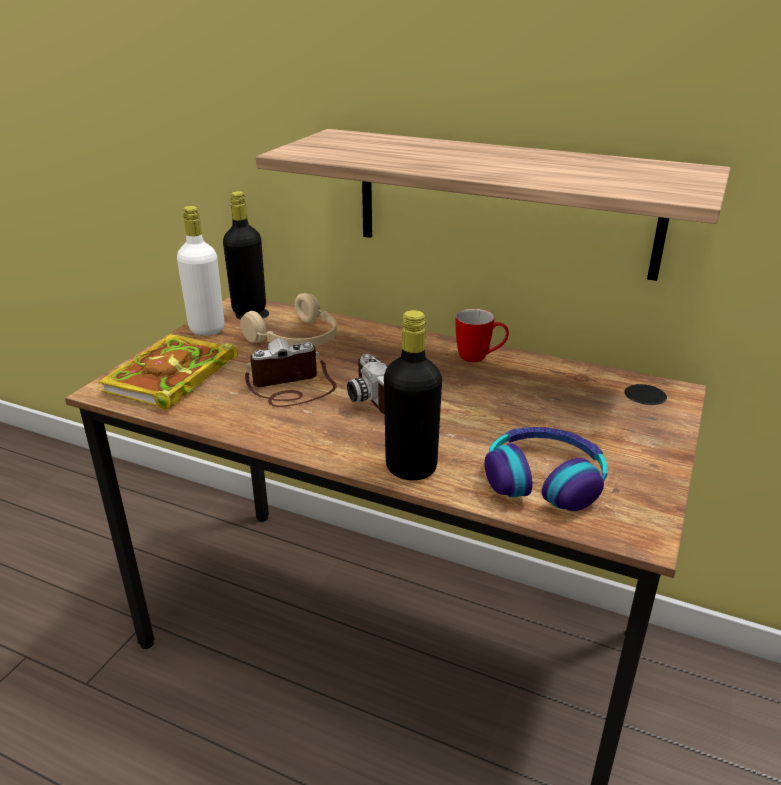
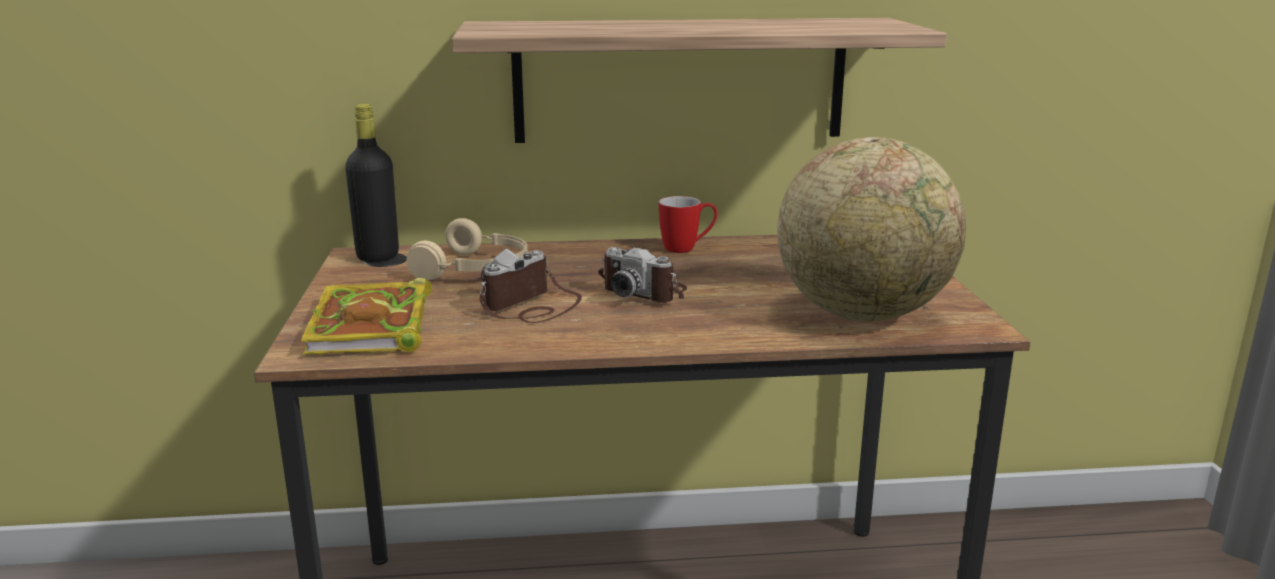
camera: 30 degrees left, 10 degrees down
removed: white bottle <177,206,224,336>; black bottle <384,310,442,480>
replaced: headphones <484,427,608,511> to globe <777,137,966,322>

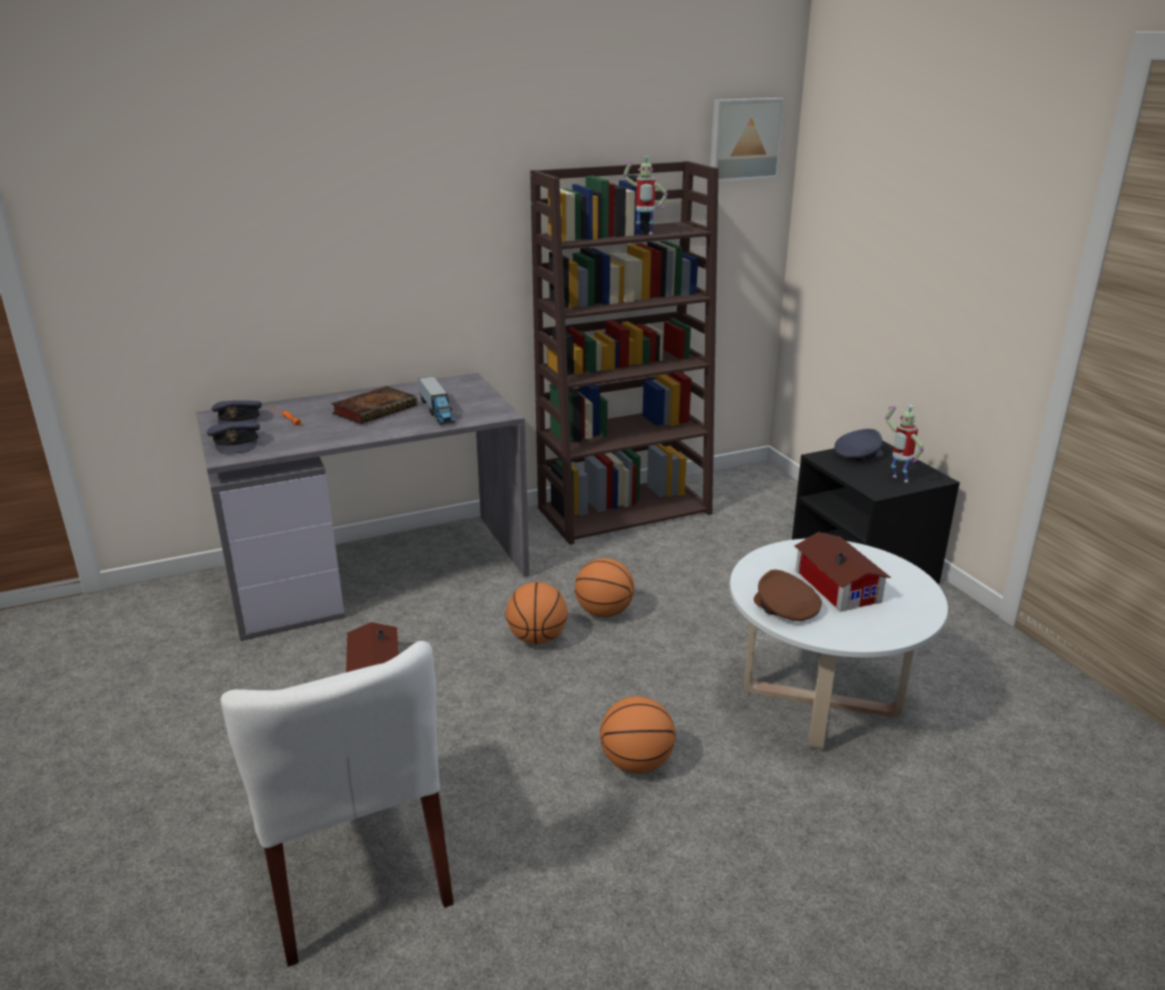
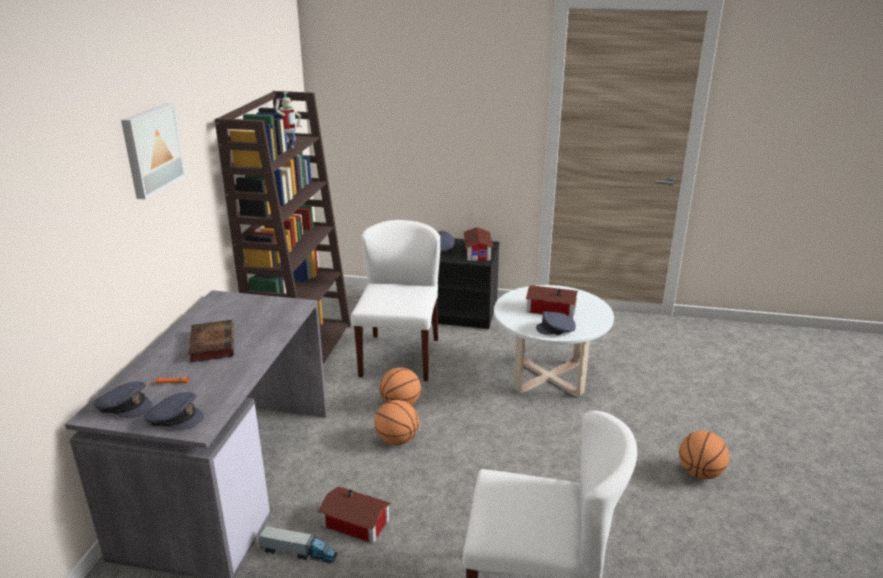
camera: 55 degrees left, 0 degrees up
added: white chair <351,220,440,382>
moved: picture <710,98,785,182> to <121,103,186,199>; toy truck <418,376,455,425> to <258,526,338,563>; basketball <600,696,676,774> to <679,431,729,479>
replaced: toy robot <885,405,924,482> to toy house <464,227,493,261>
recoloured: brown cap <754,570,822,621> to grey cap <536,311,576,335>

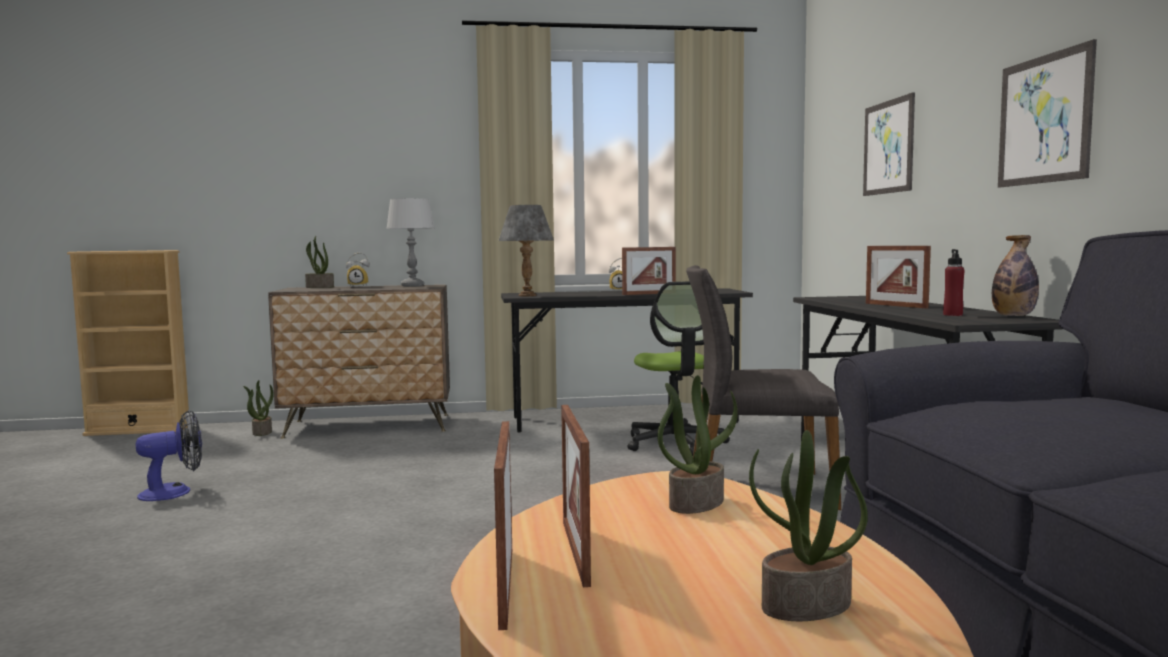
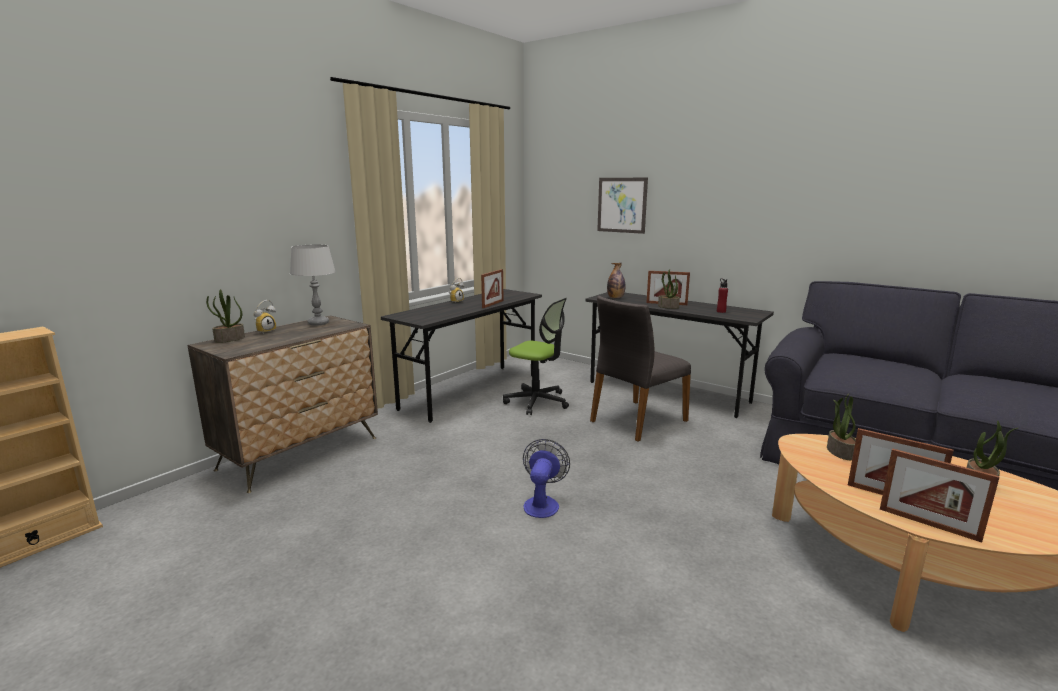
camera: 45 degrees left, 10 degrees up
removed: picture <998,39,1097,187>; grey table lamp <498,205,554,296>
moved: bottle <992,235,1039,316> to <607,263,625,298>; potted plant <243,380,274,436> to <658,269,680,309>; fan <135,410,202,501> to <523,439,570,518>

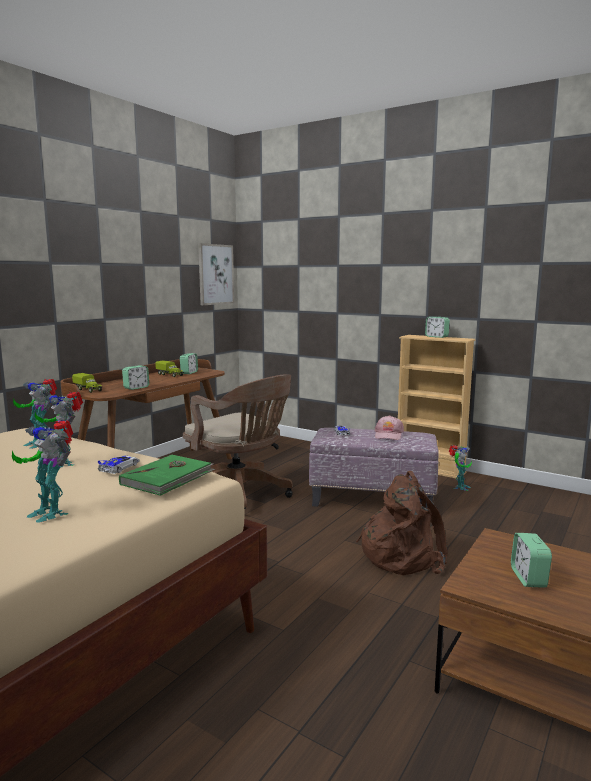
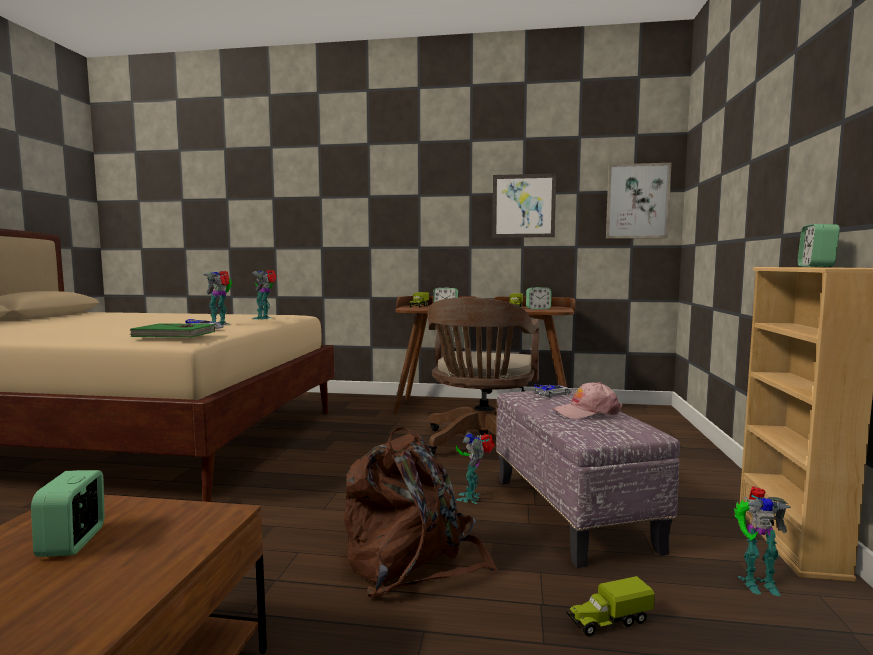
camera: 65 degrees right, 5 degrees down
added: picture <492,173,556,238>; toy truck <566,576,655,636>
moved: toy robot <12,420,73,523> to <456,432,495,504>
turned: alarm clock <511,533,552,588> = <31,470,105,557> 75 degrees counterclockwise

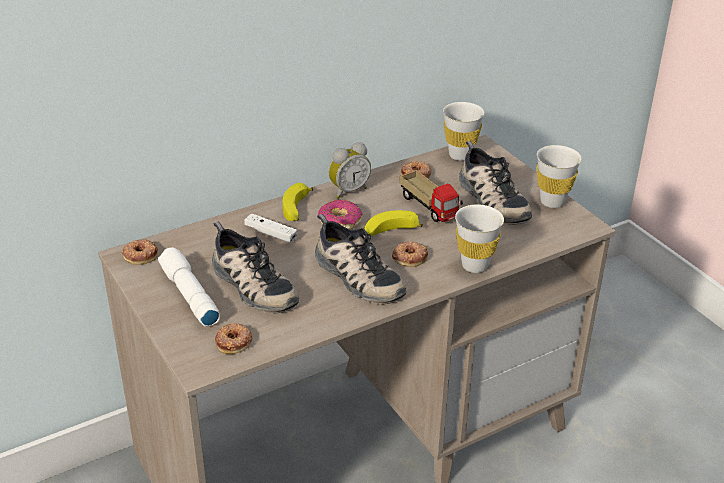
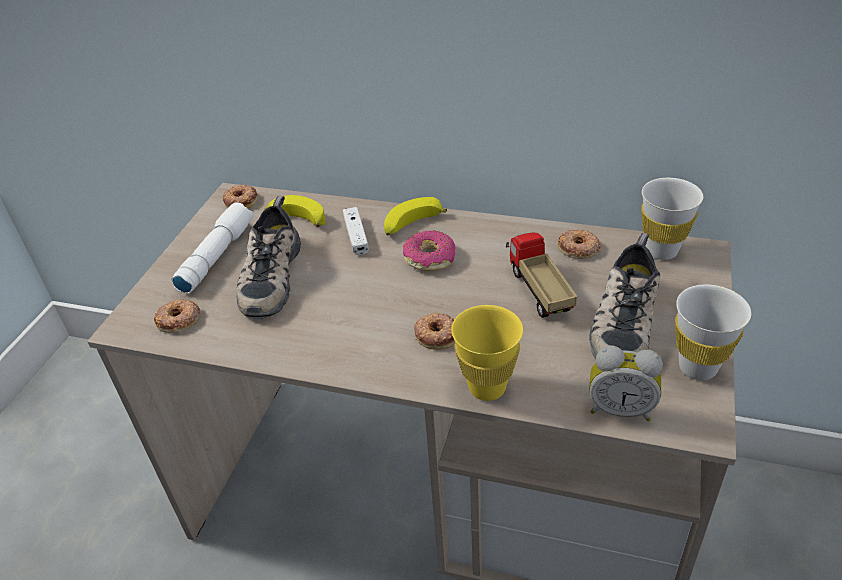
camera: 50 degrees right, 5 degrees up
removed: shoe <315,214,406,304>
moved: alarm clock <328,142,371,199> to <589,345,663,421>; banana <365,210,423,236> to <264,195,326,227>
recoloured: white cup <455,204,504,273> to yellow cup <451,305,523,401>
turned: toy truck <399,170,463,222> = <506,232,577,318> 150 degrees clockwise

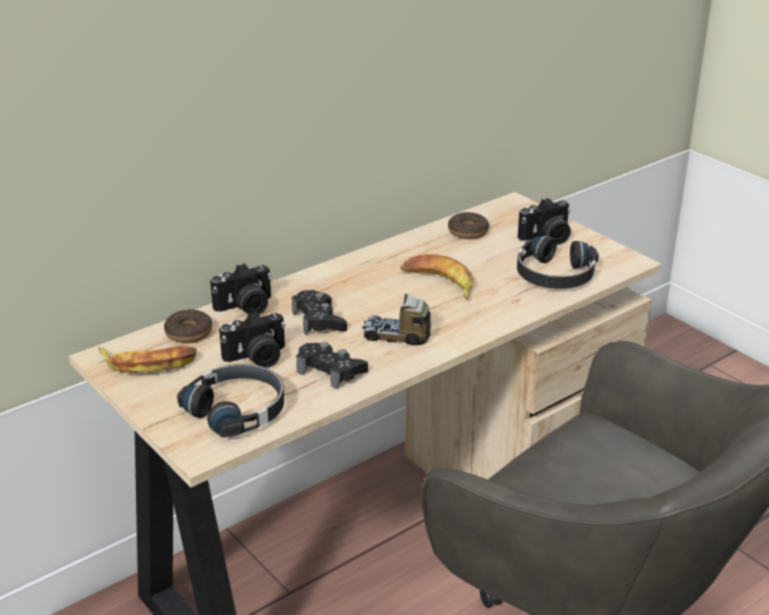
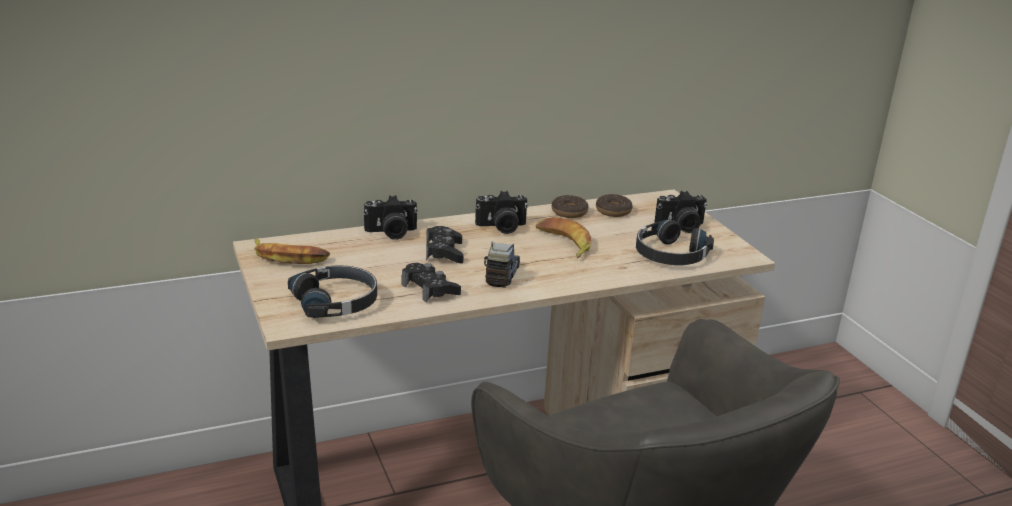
camera: 15 degrees right, 5 degrees down
moved: donut <164,309,212,343> to <552,195,589,218>; photo camera <219,311,286,368> to <475,191,528,234>
turned: toy truck <362,293,431,345> = <484,241,520,288> 75 degrees clockwise

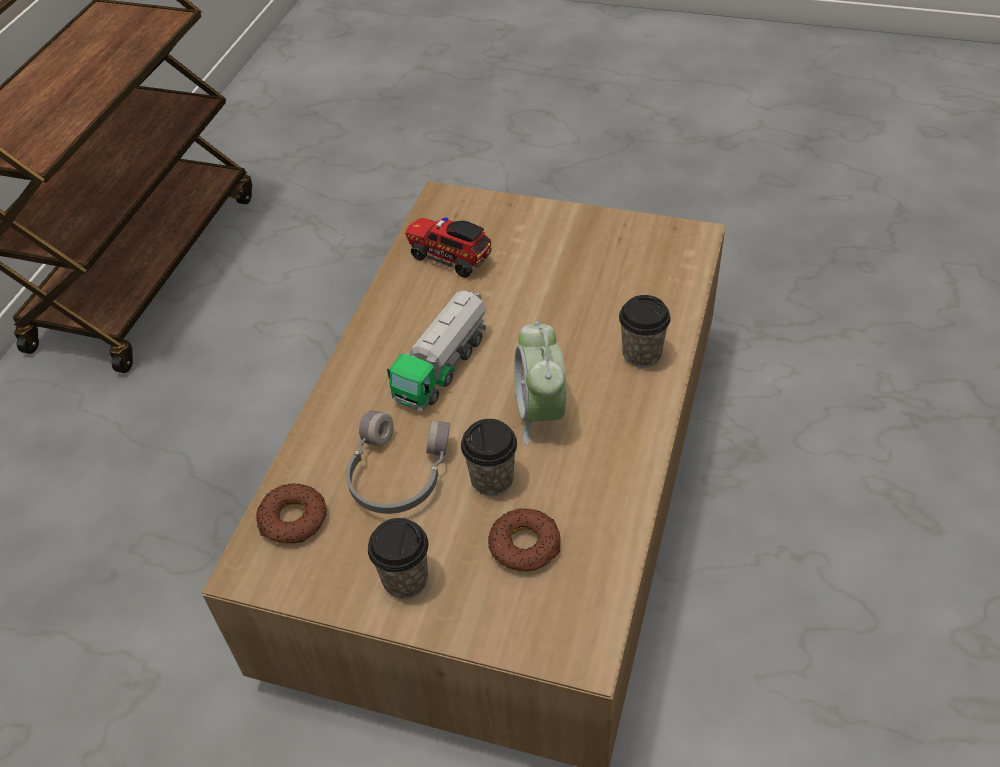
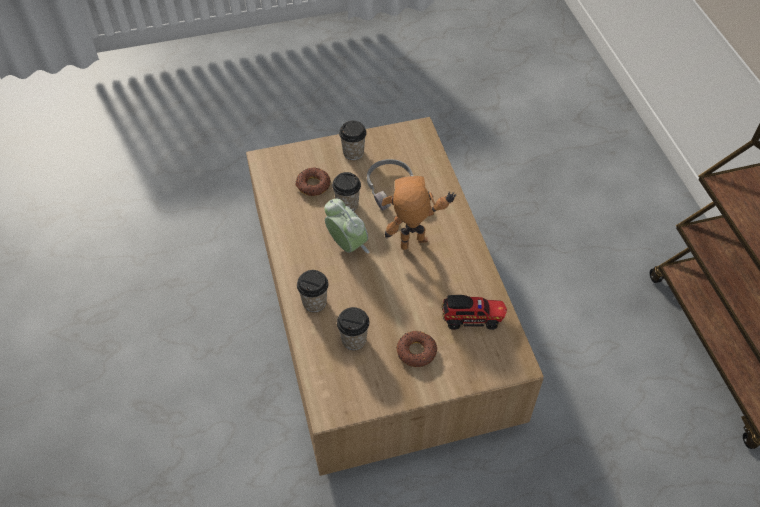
camera: 145 degrees right, 5 degrees up
added: cup <337,307,370,350>
moved: donut <256,483,327,544> to <396,331,437,367>
replaced: toy truck <387,290,486,411> to toy robot <382,176,457,250>

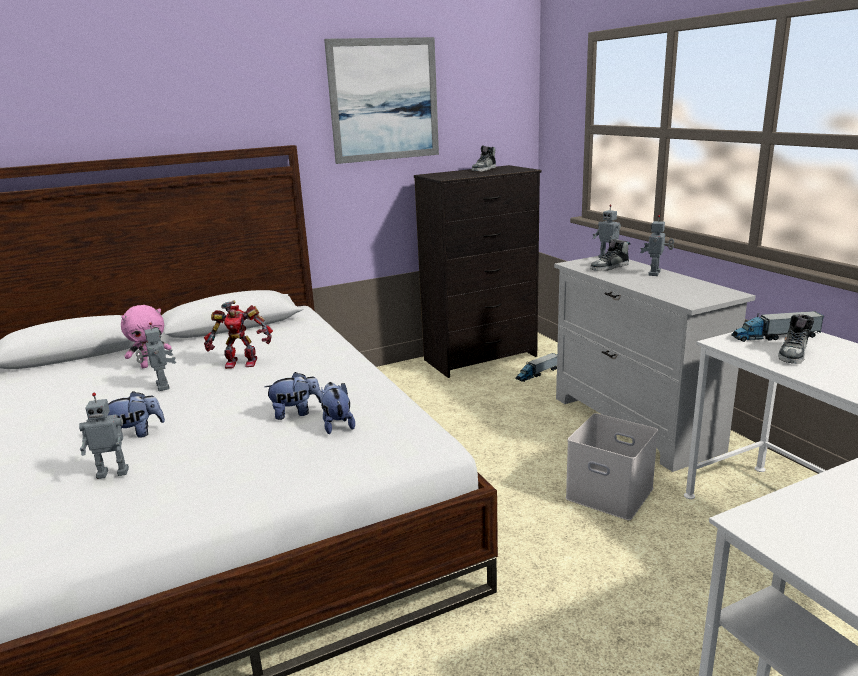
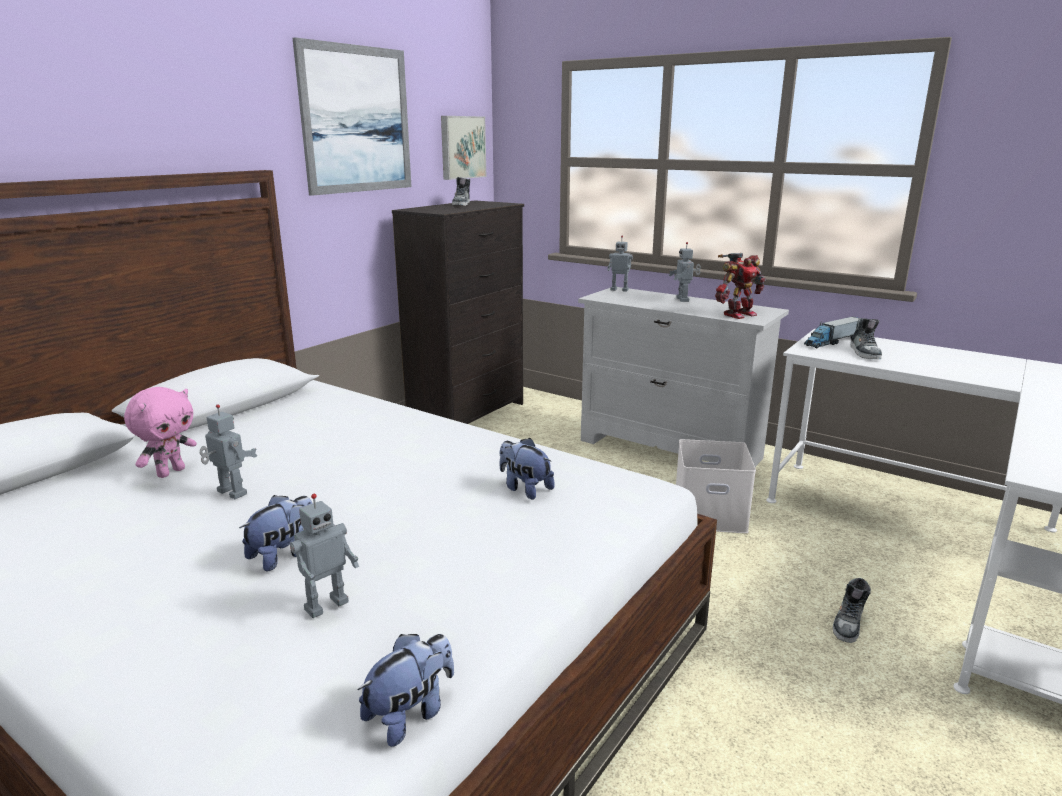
camera: 30 degrees left, 0 degrees up
removed: toy truck <516,353,557,382>
added: picture <441,116,486,180>
moved: shoe <590,239,630,271> to <833,578,871,643>; toy robot <204,300,273,369> to <715,253,766,319>; plush toy <264,372,322,420> to <358,634,454,747>

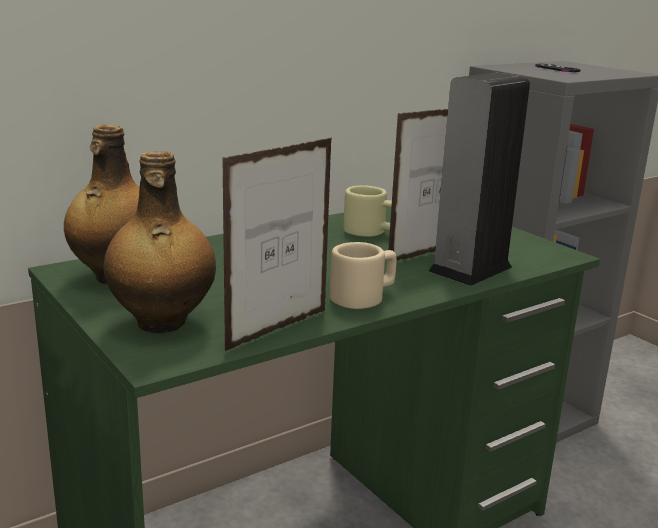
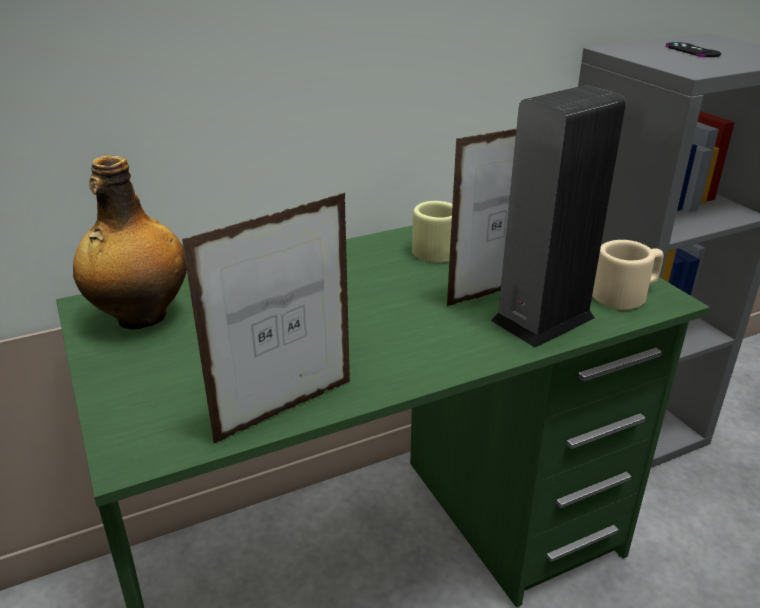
camera: 10 degrees right, 10 degrees up
removed: bottle <103,152,216,334>
moved: beige mug <330,242,396,309> to <592,240,663,310>

